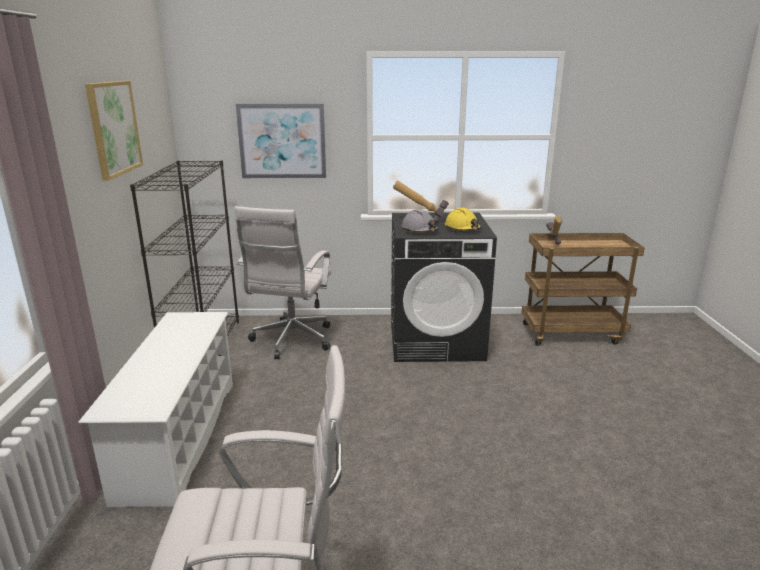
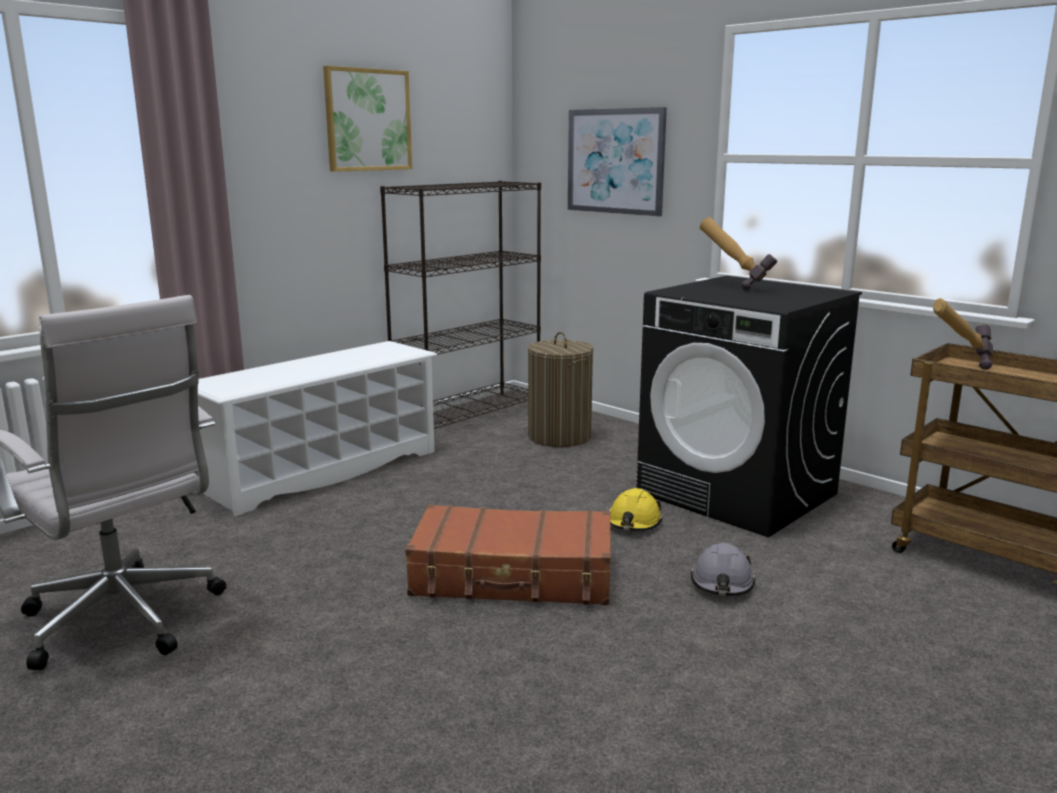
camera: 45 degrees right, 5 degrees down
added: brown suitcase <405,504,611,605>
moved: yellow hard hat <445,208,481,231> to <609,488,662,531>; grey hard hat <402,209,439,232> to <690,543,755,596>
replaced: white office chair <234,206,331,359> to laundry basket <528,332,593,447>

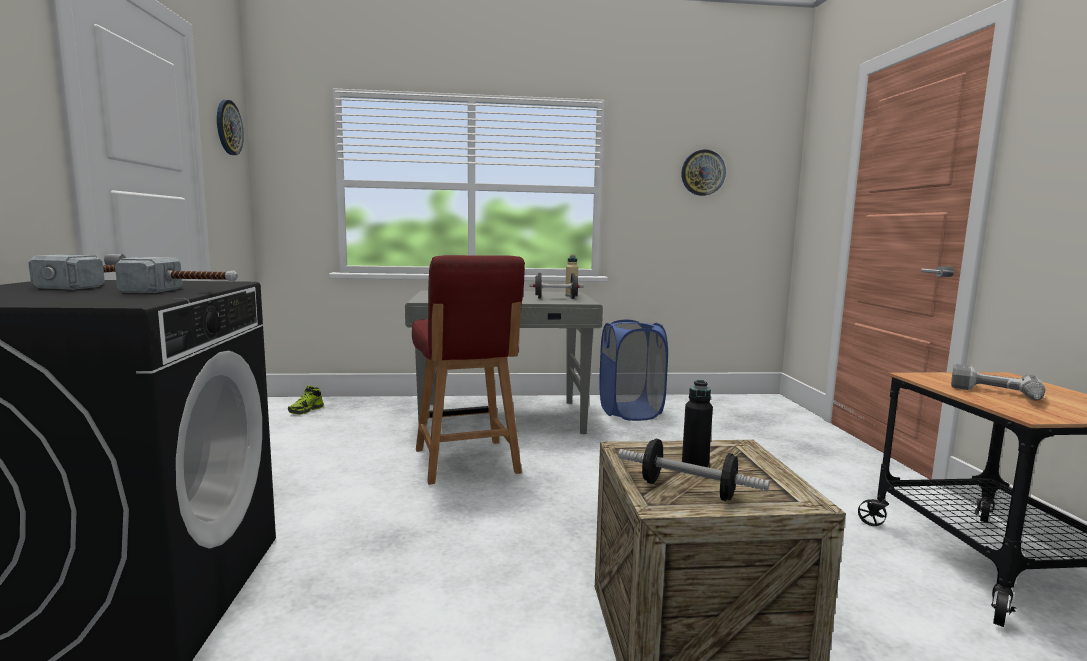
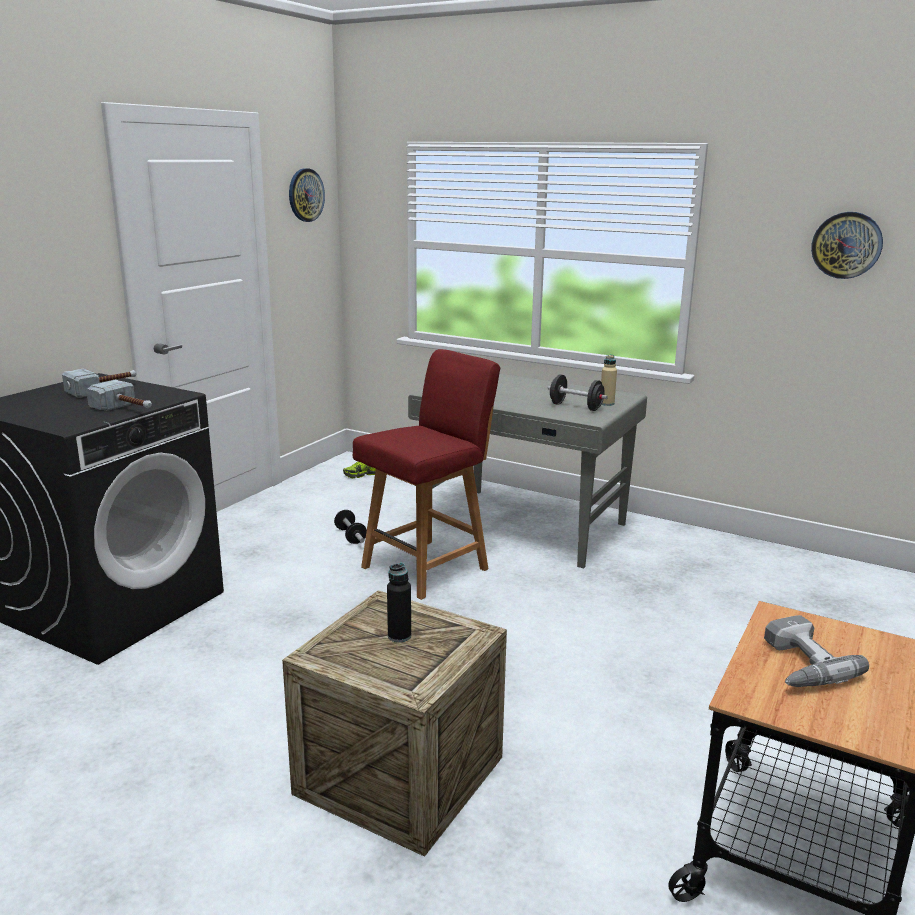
camera: 35 degrees right, 10 degrees up
removed: blue laundry basket <599,320,668,421>
moved: dumbbell <618,439,770,501> to <334,510,367,544>
turned: red chair <412,255,525,485> = <353,349,500,600> 150 degrees counterclockwise

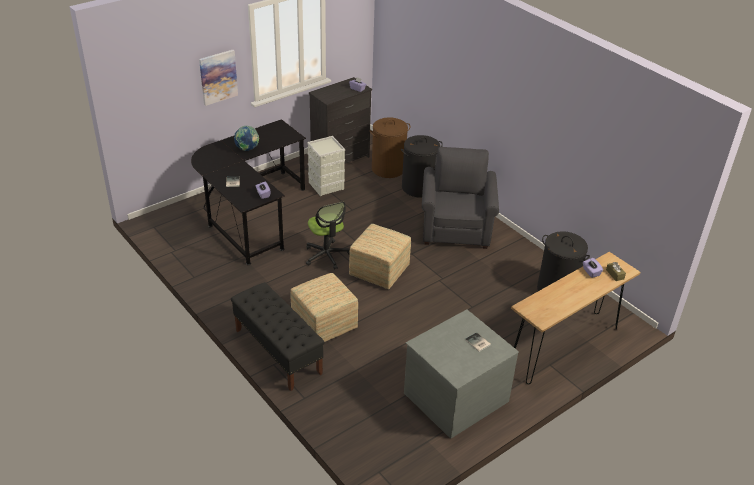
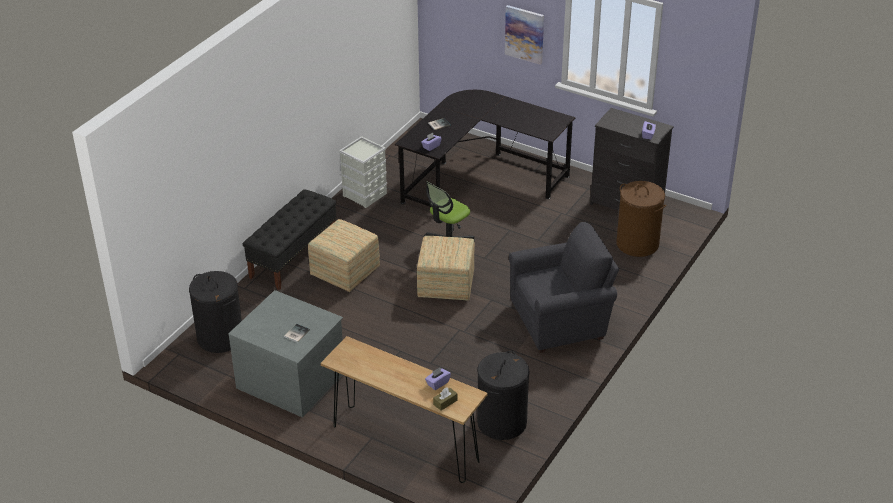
camera: 70 degrees right, 0 degrees up
removed: globe <234,126,259,151>
moved: black laundry basket <401,135,443,197> to <189,271,242,353>; grey storage box <307,136,345,196> to <339,136,387,208>

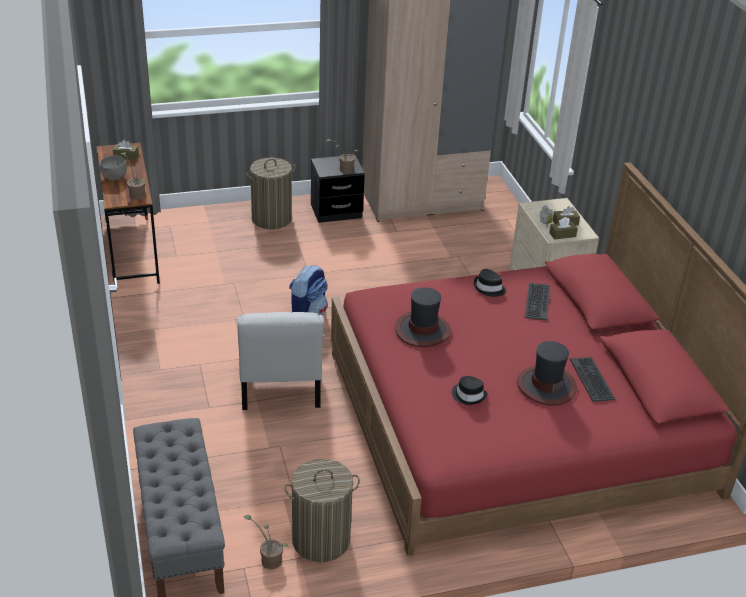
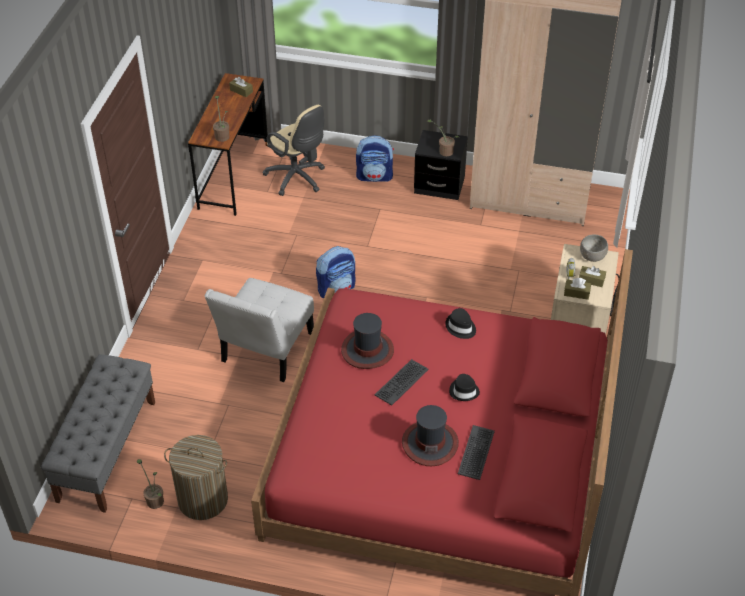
camera: 30 degrees right, 10 degrees up
added: beige office chair <262,105,325,196>
moved: grey bowl <99,155,127,180> to <580,234,608,262>; keyboard <525,283,550,320> to <375,359,429,406>; black hat <452,376,488,405> to <449,374,480,401>
replaced: laundry basket <246,158,295,229> to backpack <356,135,394,182>

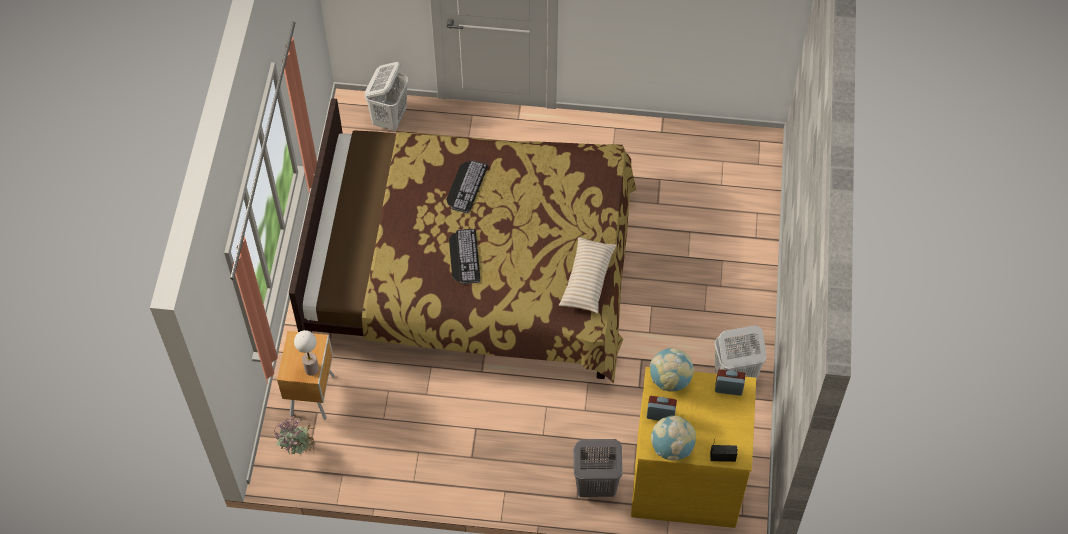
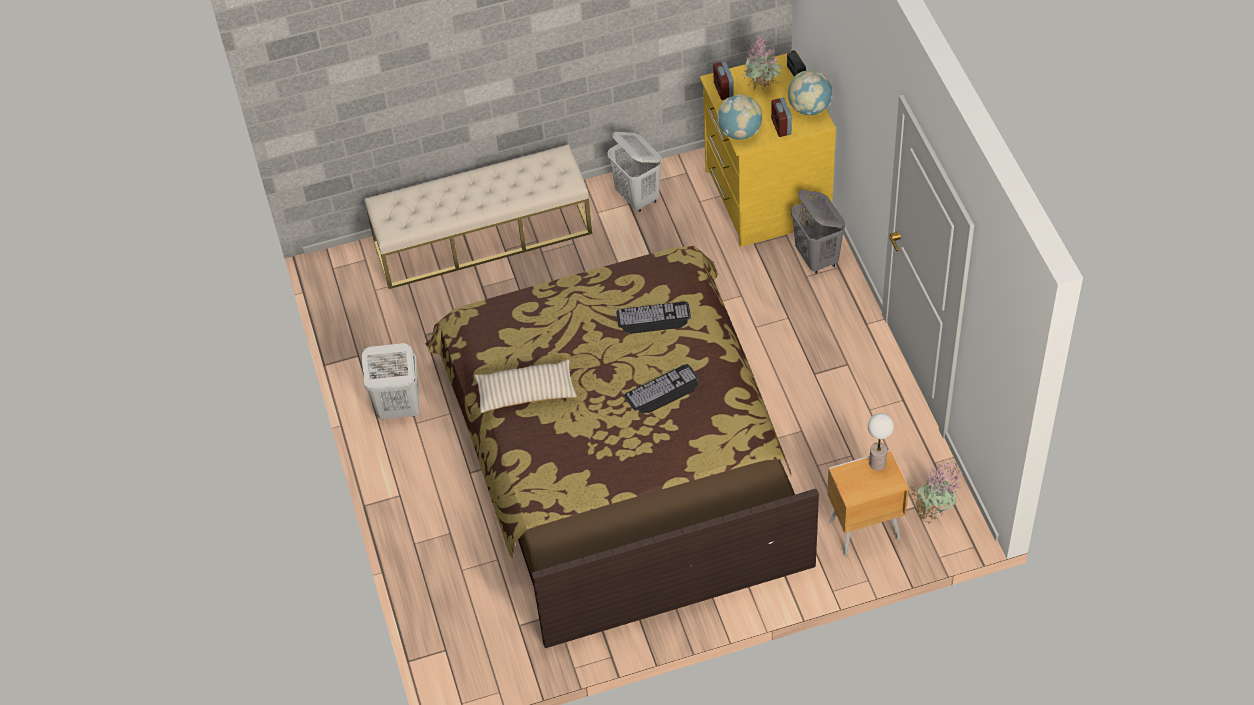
camera: 110 degrees left, 5 degrees down
added: potted plant <743,35,784,90>; beige bench <364,144,592,289>
moved: white laundry basket <365,62,408,131> to <362,343,419,420>; keyboard <446,160,488,213> to <616,301,691,334>; beige pillow <559,237,617,314> to <474,360,577,413>

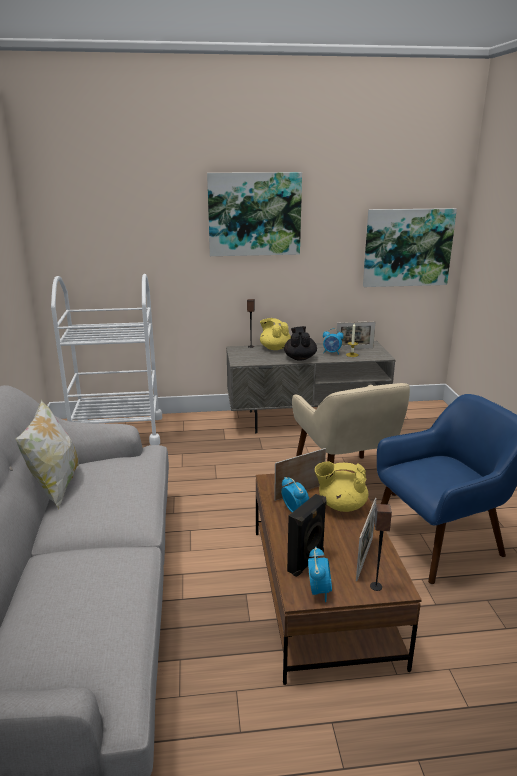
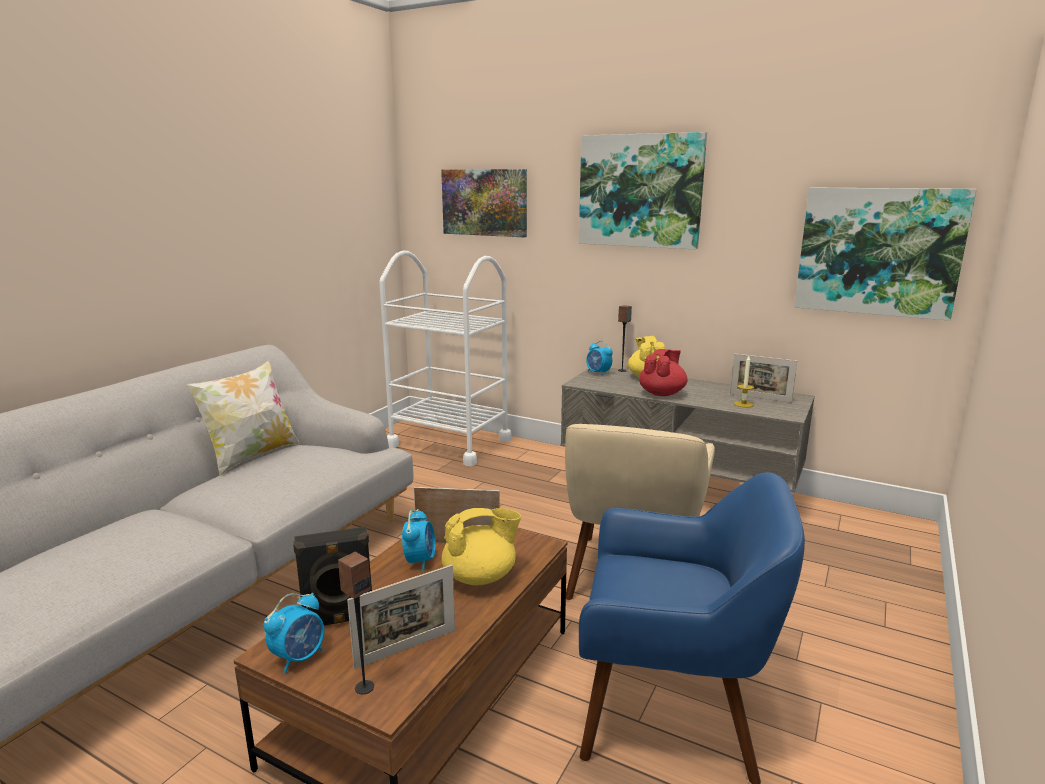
camera: 35 degrees right, 5 degrees down
added: picture <441,169,527,237>
moved: alarm clock <323,328,344,354> to <586,340,613,376>
recoloured: black teapot <284,326,317,360> to red teapot <639,349,687,396>
turned: yellow teapot <315,462,369,512> = <442,508,521,585> 120 degrees clockwise

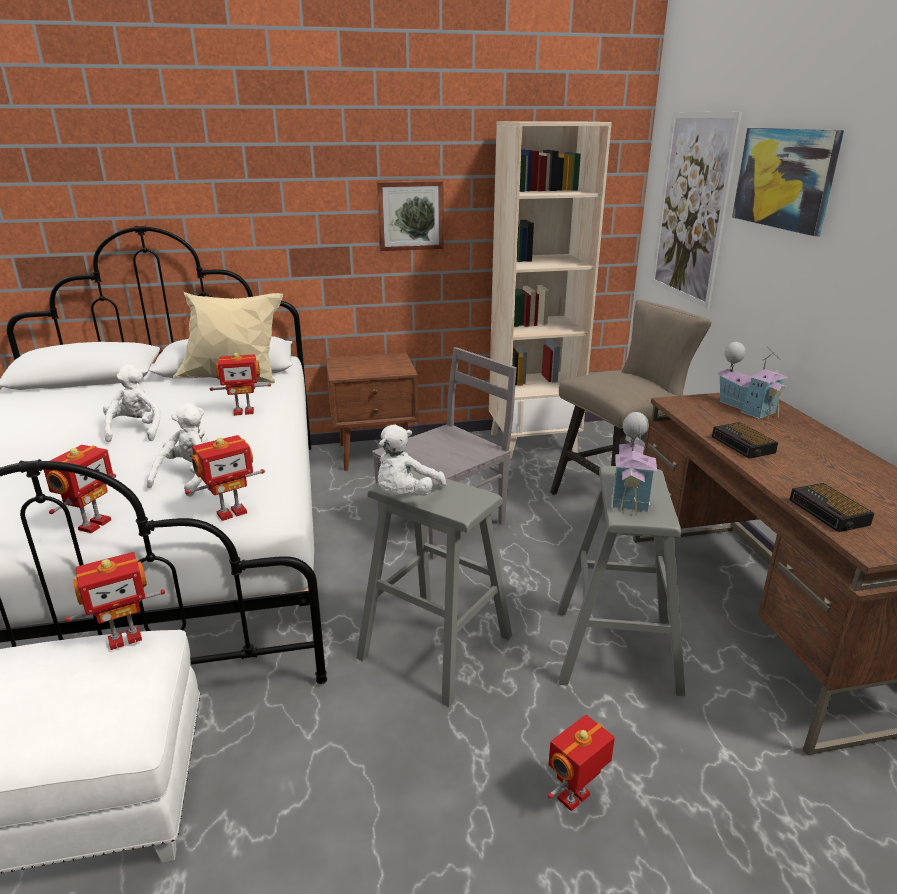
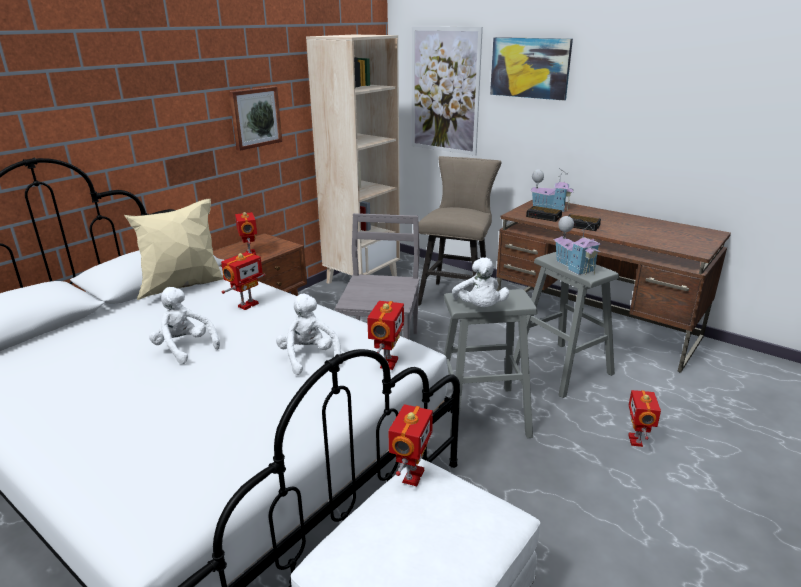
camera: 40 degrees left, 0 degrees up
moved: toy robot <44,445,116,533> to <235,212,257,255>; alarm clock <790,483,875,532> to <526,206,562,222>

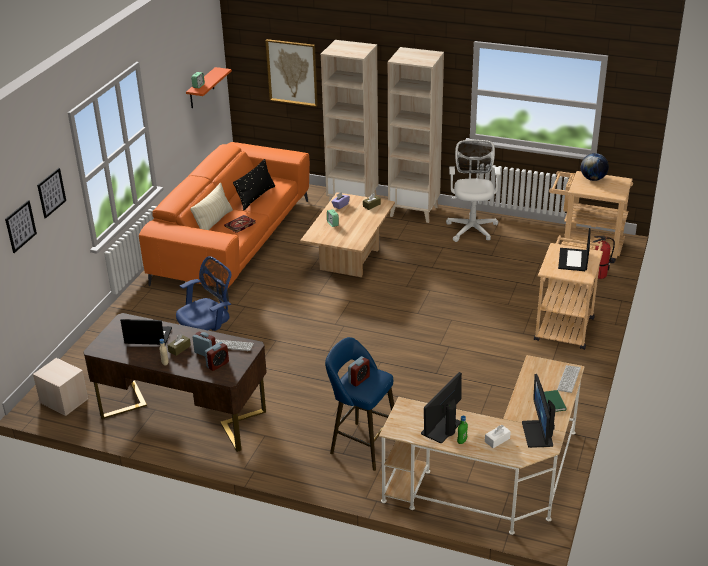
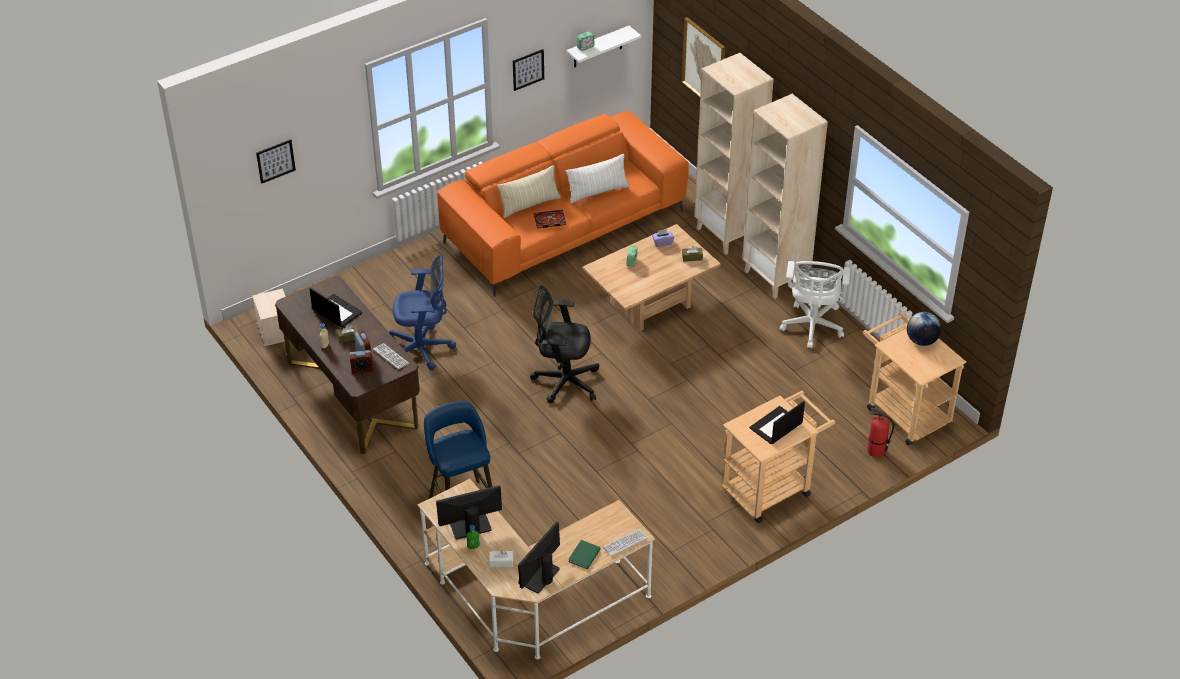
camera: 35 degrees right, 10 degrees up
removed: alarm clock <348,356,370,386>
added: black office chair <530,285,599,403>
moved: picture <37,168,66,219> to <513,49,544,91>
recoloured: orange shelf <186,67,232,108> to white shelf <567,26,642,67>; black pillow <233,159,275,210> to white pillow <566,154,629,203>
turned: white office chair <446,140,501,242> = <779,261,851,349> 150 degrees clockwise

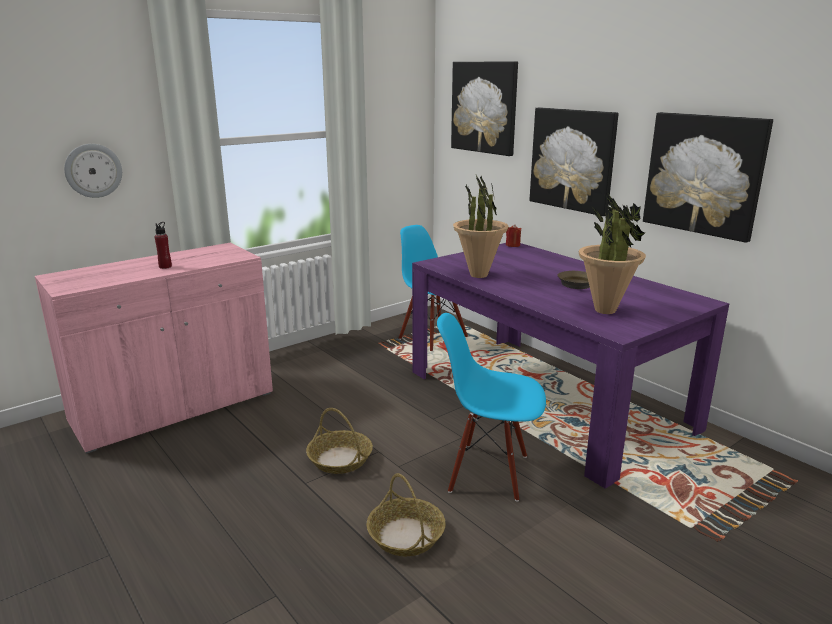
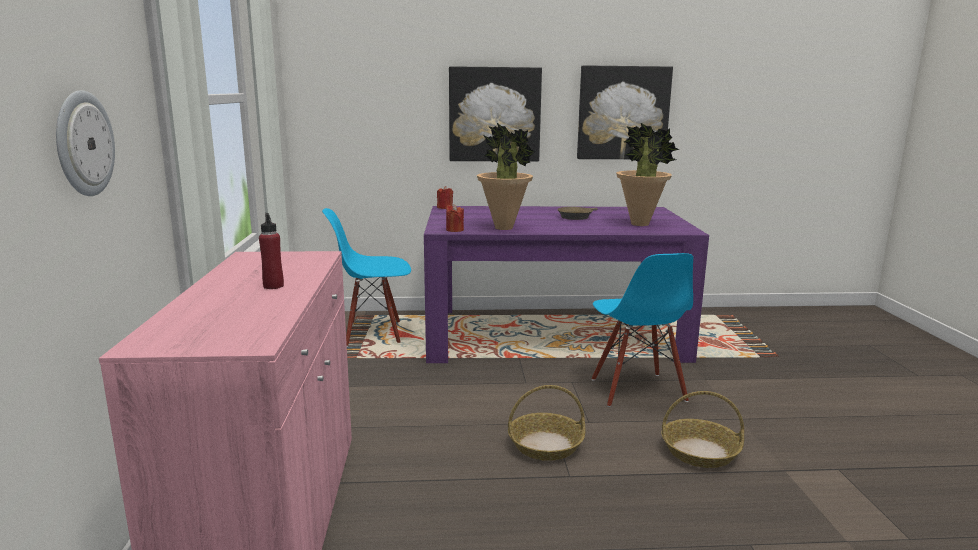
camera: 55 degrees left, 5 degrees down
removed: picture <451,62,518,156>
added: red candle <446,204,464,232>
turned: blue chair <437,313,546,502> = <592,253,693,407> 60 degrees counterclockwise

